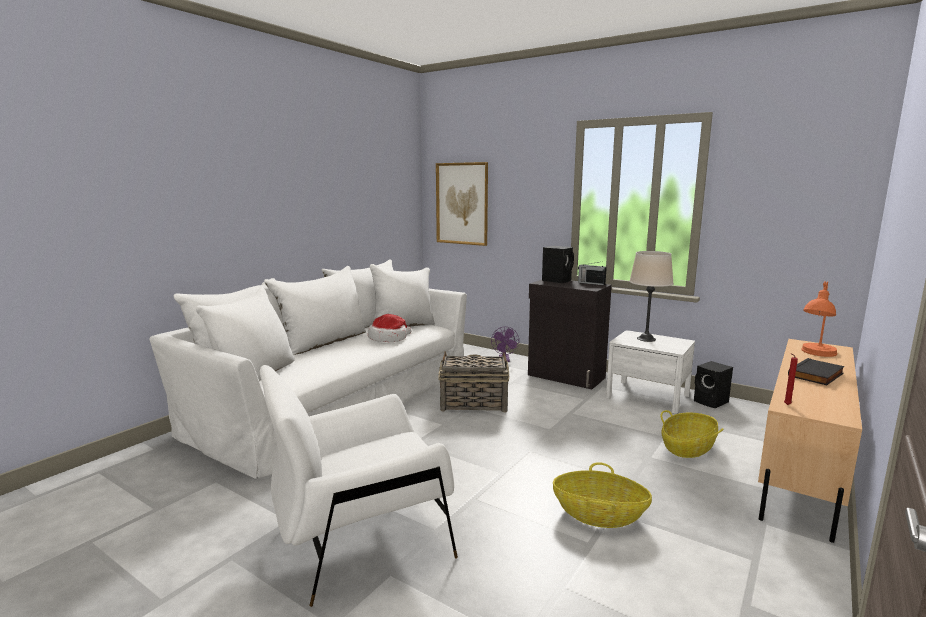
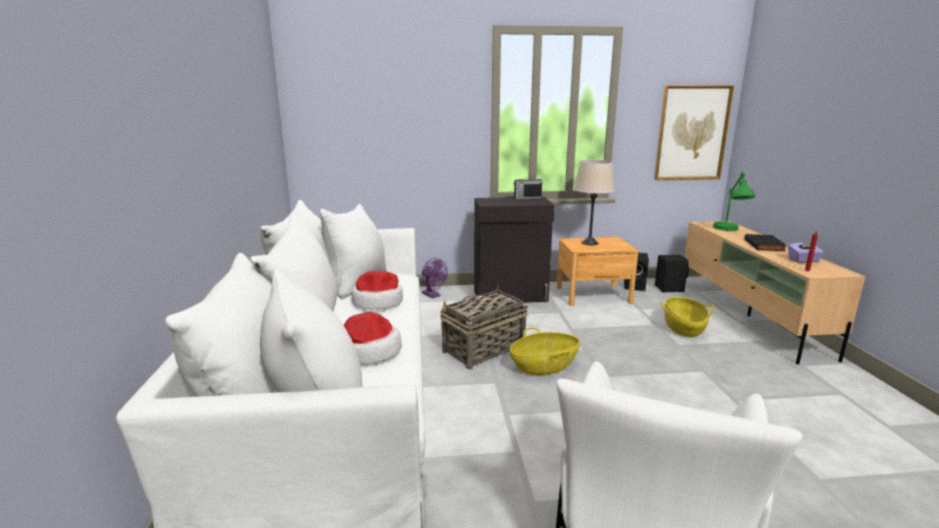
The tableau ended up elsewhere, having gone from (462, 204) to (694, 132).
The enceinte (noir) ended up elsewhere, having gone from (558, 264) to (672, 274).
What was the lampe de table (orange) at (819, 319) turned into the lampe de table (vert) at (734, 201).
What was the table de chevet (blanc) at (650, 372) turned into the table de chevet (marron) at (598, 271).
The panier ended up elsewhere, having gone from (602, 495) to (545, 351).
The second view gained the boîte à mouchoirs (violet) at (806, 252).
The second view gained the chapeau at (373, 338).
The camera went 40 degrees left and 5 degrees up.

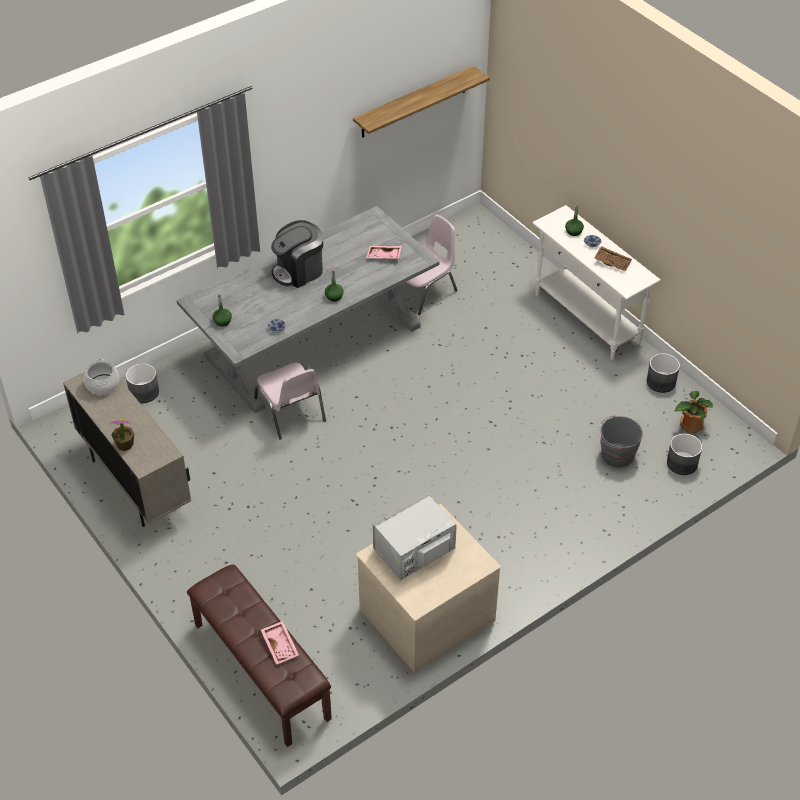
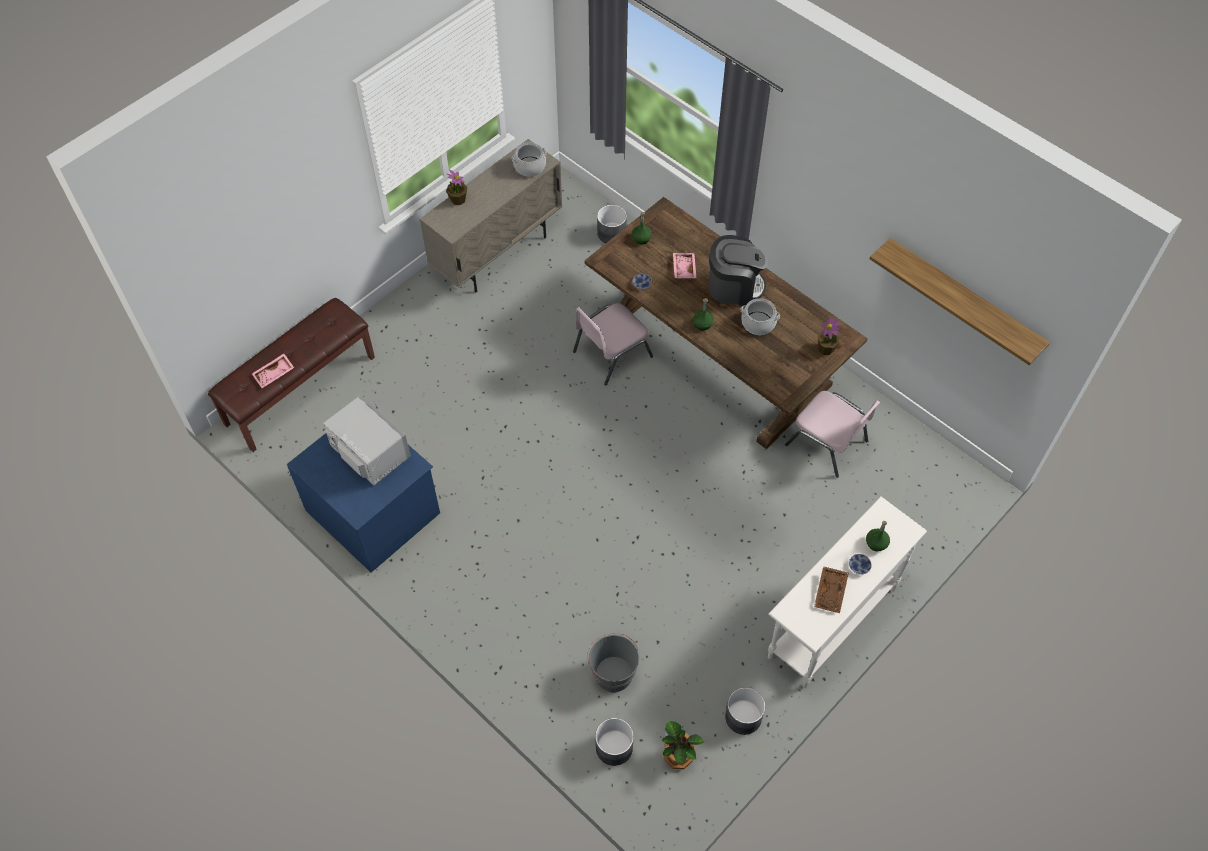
What was the table à manger (gris) at (308, 310) turned into the table à manger (marron) at (726, 323).
The machine à café at (297, 254) ended up facing another way, 135 degrees clockwise from before.
The plateau (rose) ended up elsewhere, having gone from (384, 252) to (685, 266).
What was the commode (beige) at (428, 588) turned into the commode (bleu) at (363, 503).
The second view gained the marmite at (760, 316).
The second view gained the plante en pot at (829, 336).
The camera went 80 degrees right and 10 degrees up.

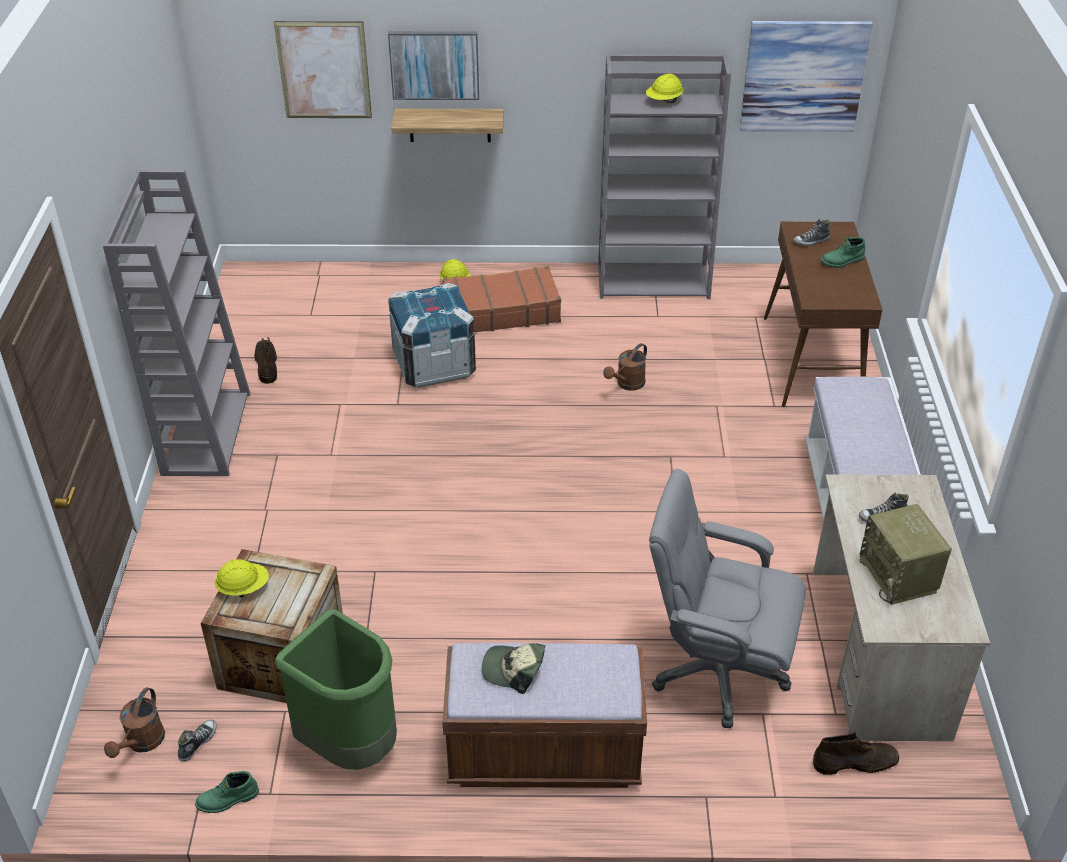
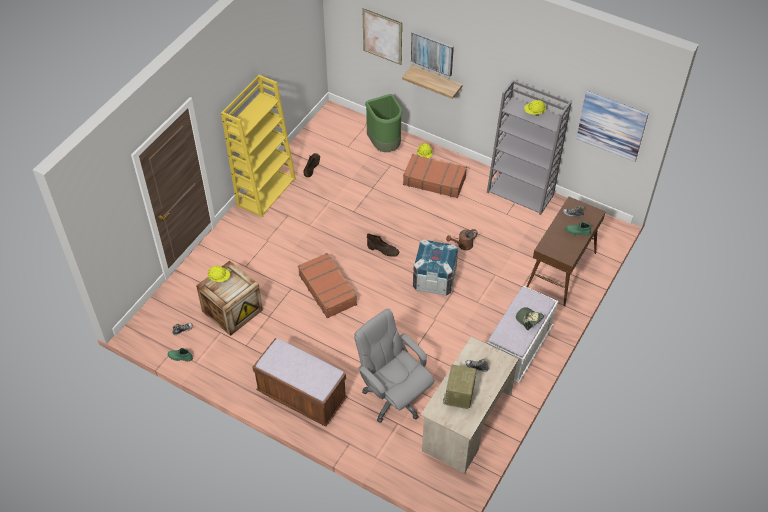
What was the bibliothèque (gris) at (176, 323) turned into the bibliothèque (jaune) at (258, 146).
The caisse ended up elsewhere, having gone from (432, 335) to (435, 267).
The poubelle (vert) ended up elsewhere, having gone from (336, 689) to (384, 123).
The casquette ended up elsewhere, having gone from (513, 668) to (530, 318).
The second view lost the arrosoir (marron) at (134, 722).
The botte (marron) ended up elsewhere, having gone from (856, 753) to (383, 245).
The second view gained the valise (marron) at (327, 285).
The camera went 30 degrees right and 10 degrees up.

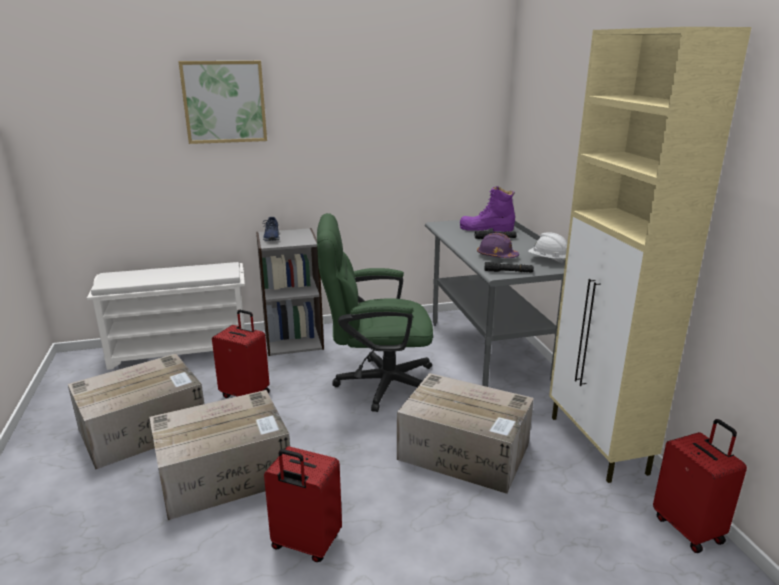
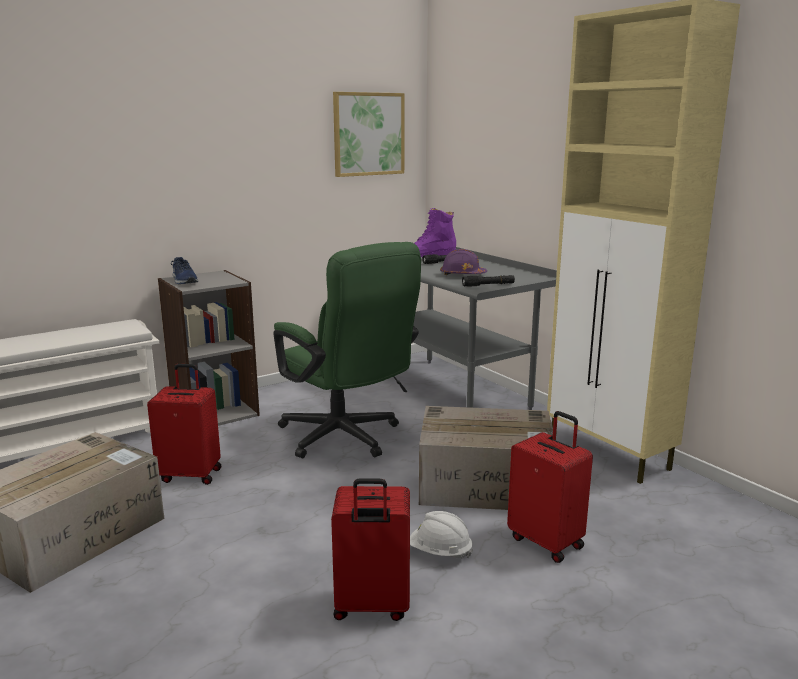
The tableau ended up elsewhere, having gone from (222, 102) to (369, 134).
The chaise de bureau (vert) at (375, 312) ended up facing another way, 105 degrees counterclockwise from before.
The casque de chantier (blanc) ended up elsewhere, having gone from (547, 247) to (441, 535).
The second view lost the carton at (219, 455).
The valise (rouge) ended up elsewhere, having gone from (700, 486) to (550, 487).
The camera went 20 degrees left and 5 degrees down.

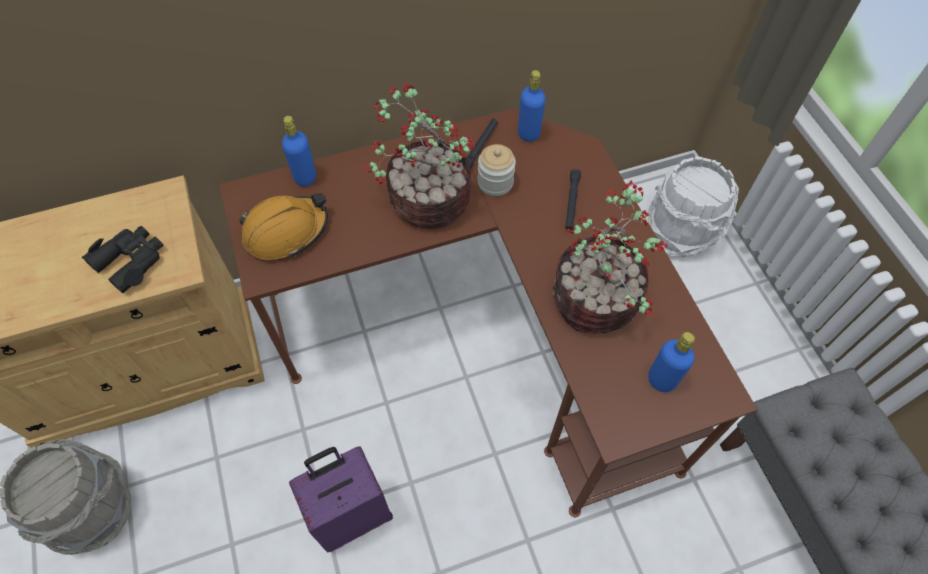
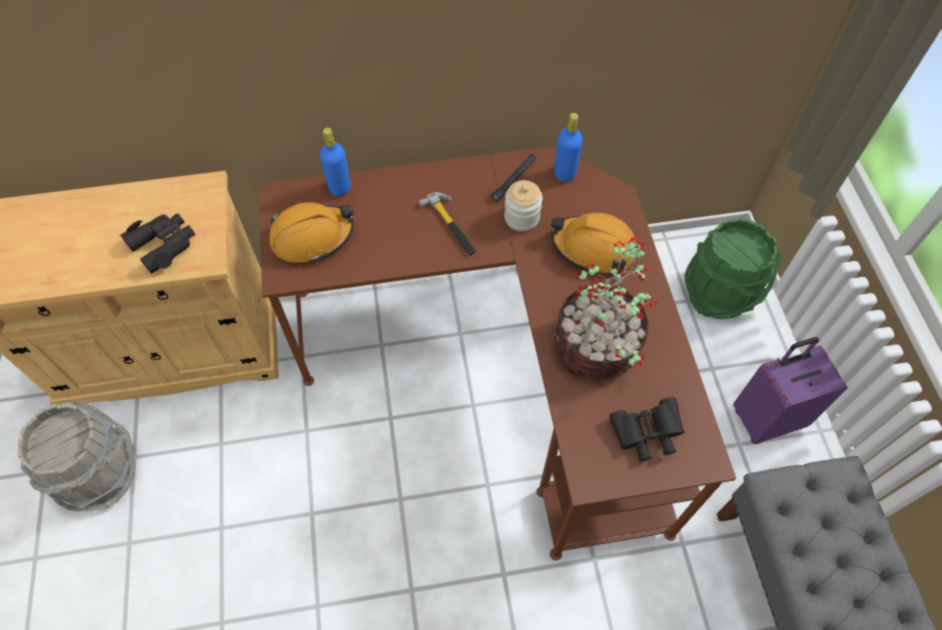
Where the plante en pot stood at (419, 156), the marteau came to stand at (447, 223).
What was the seau (blanc) at (692, 206) turned into the seau (vert) at (733, 268).
Where the lampe de poche (noir) stood at (573, 199), the casque de chantier (orange) came to stand at (593, 243).
Where the bouteille (bleu) stood at (671, 362), the jumelles (noir) came to stand at (646, 429).
The valise (violet) ended up elsewhere, having gone from (341, 499) to (790, 390).
The camera went 10 degrees right and 0 degrees up.

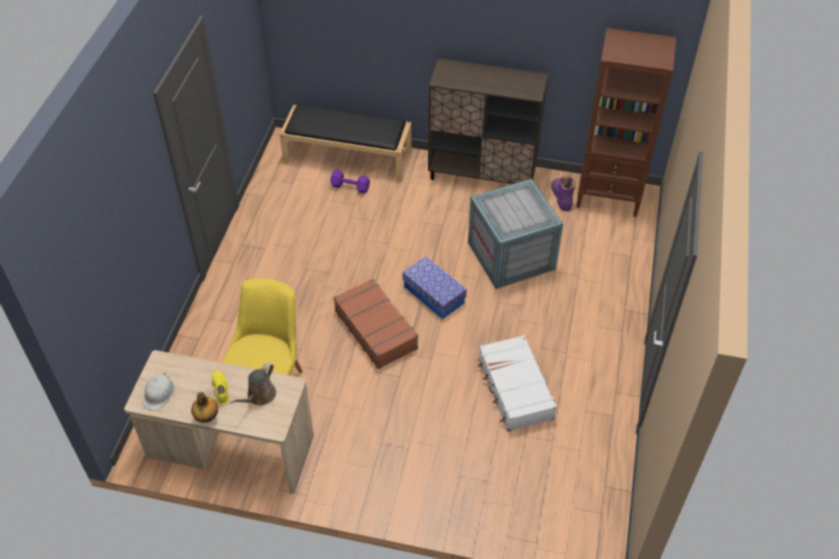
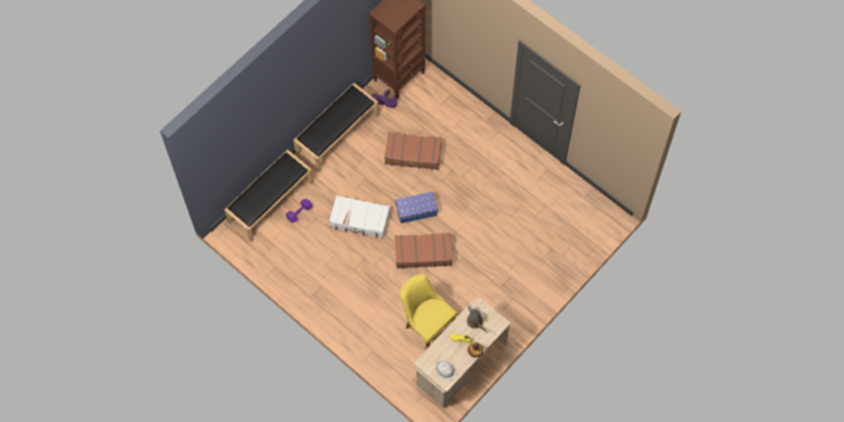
Where the meuble de rangement (marron) stood at (488, 121), the banc (noir) came to stand at (336, 128).
Where the caisse stood at (515, 234), the valise (marron) came to stand at (413, 151).
The valise (blanc) ended up elsewhere, having gone from (517, 383) to (359, 216).
The camera went 60 degrees left and 15 degrees up.

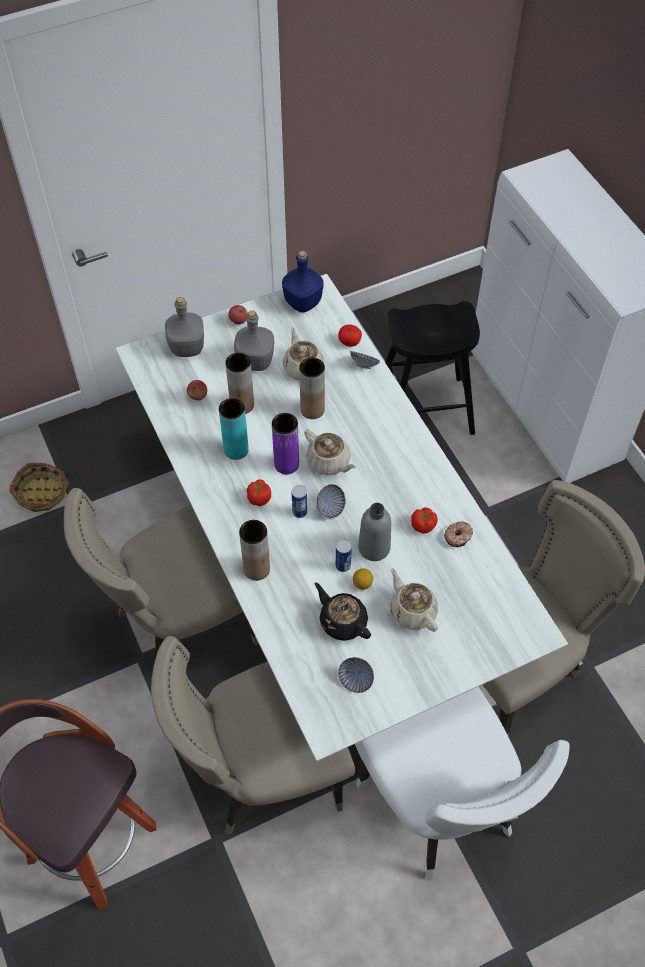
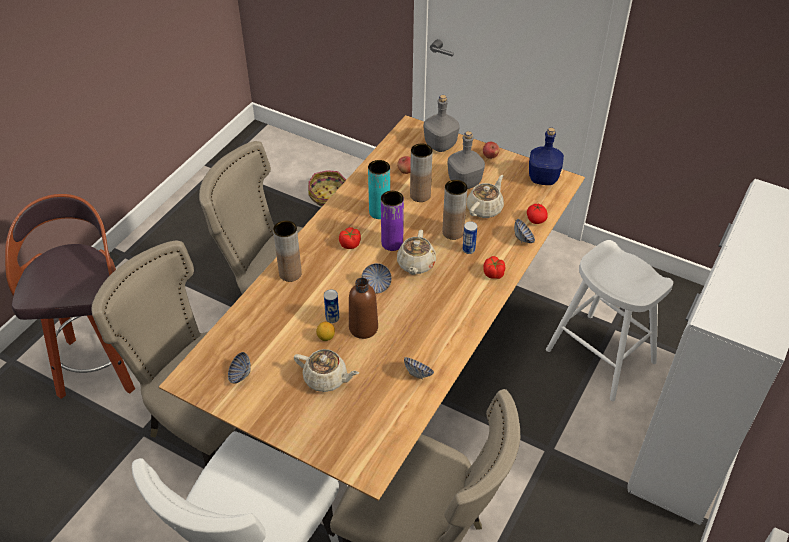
What was the table à manger (blanc) at (341, 517) turned into the table à manger (marron) at (372, 308).
What was the tabouret (noir) at (432, 368) turned into the tabouret (blanc) at (609, 320).
The boîte métallique ended up elsewhere, having gone from (299, 501) to (470, 237).
What was the bouteille (gris) at (374, 532) turned into the bouteille (marron) at (363, 308).
The tomate ended up elsewhere, having gone from (424, 520) to (494, 267).
Where the beignet stood at (458, 534), the bol came to stand at (419, 368).
The théière (beige) at (414, 600) ended up facing another way, 90 degrees clockwise from before.
The second view lost the théière (noir) at (342, 611).
The camera went 55 degrees right and 10 degrees down.

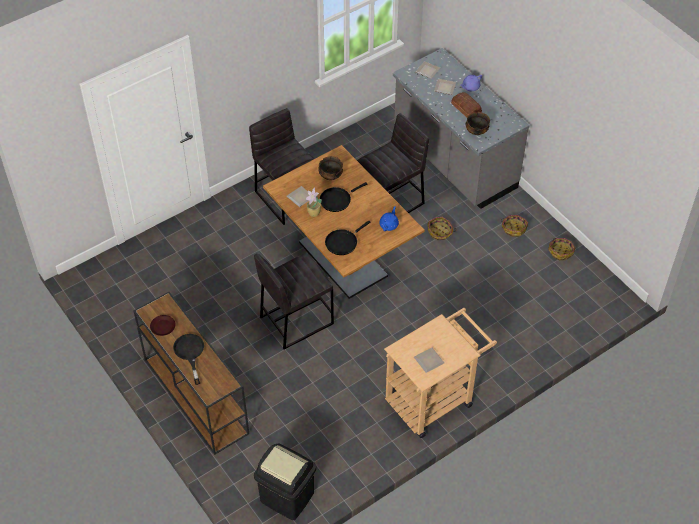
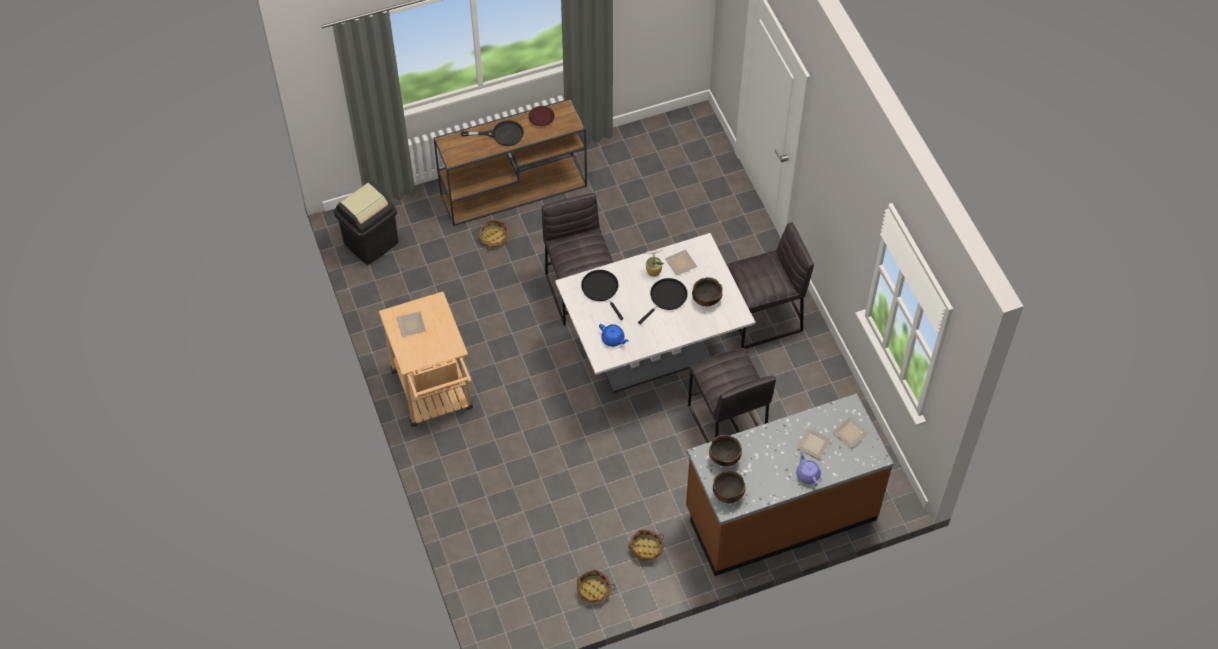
What was the comptoir de cuisine (gris) at (461, 128) turned into the comptoir de cuisine (marron) at (790, 484).
The second view lost the pain at (466, 104).
What was the table à manger (marron) at (344, 222) turned into the table à manger (blanc) at (655, 313).
The poêle (noir) at (343, 197) ended up facing another way, 60 degrees clockwise from before.
The panier ended up elsewhere, having gone from (441, 228) to (493, 235).
The second view gained the bol at (729, 486).
The camera went 105 degrees right and 5 degrees up.

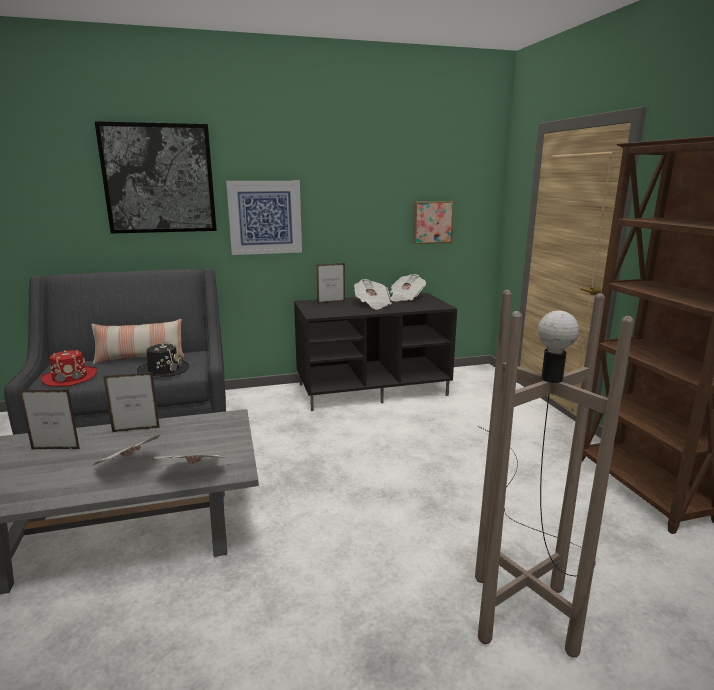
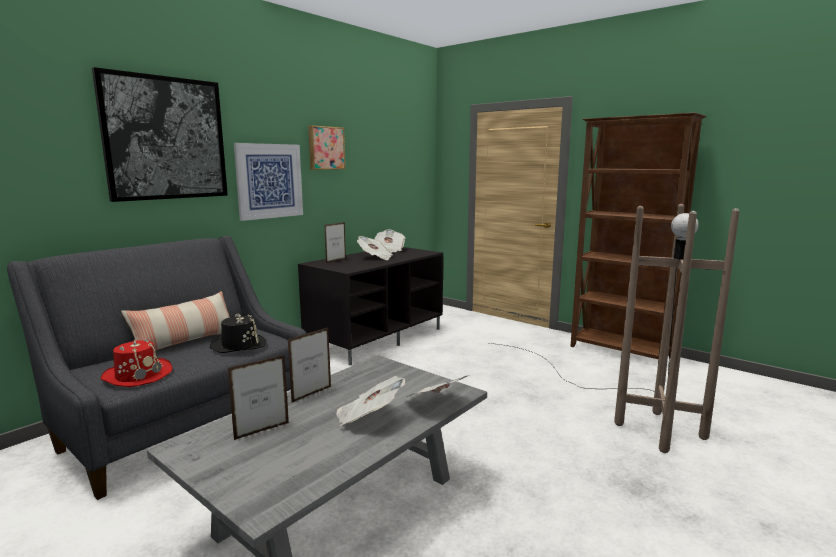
The tableau ended up elsewhere, having gone from (433, 222) to (326, 147).
The camera went 35 degrees left and 5 degrees down.

